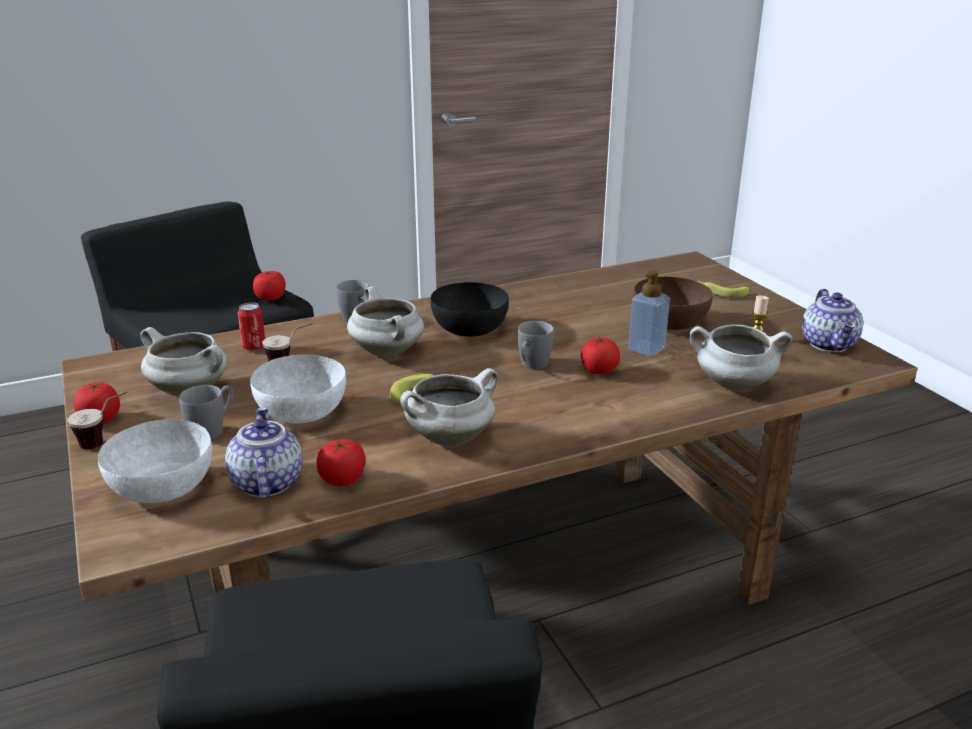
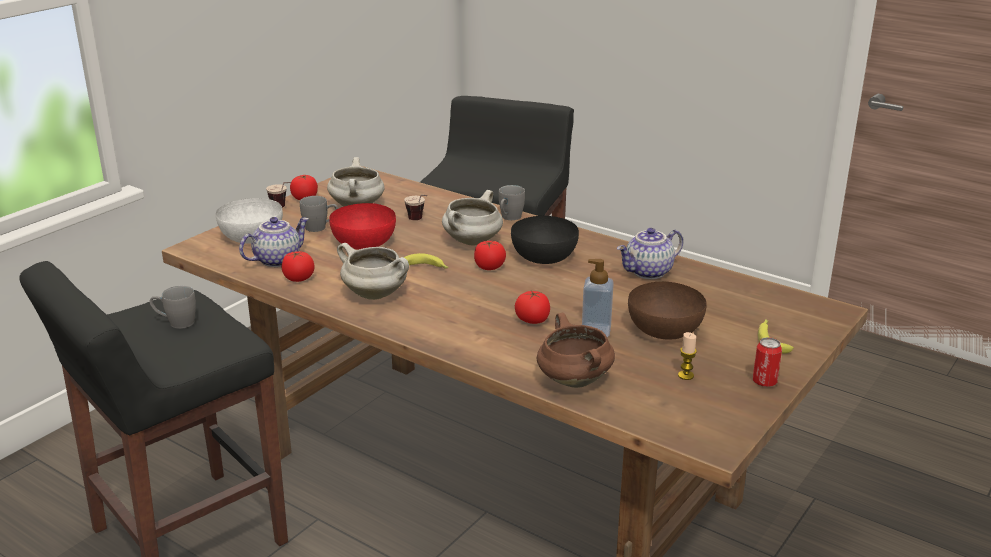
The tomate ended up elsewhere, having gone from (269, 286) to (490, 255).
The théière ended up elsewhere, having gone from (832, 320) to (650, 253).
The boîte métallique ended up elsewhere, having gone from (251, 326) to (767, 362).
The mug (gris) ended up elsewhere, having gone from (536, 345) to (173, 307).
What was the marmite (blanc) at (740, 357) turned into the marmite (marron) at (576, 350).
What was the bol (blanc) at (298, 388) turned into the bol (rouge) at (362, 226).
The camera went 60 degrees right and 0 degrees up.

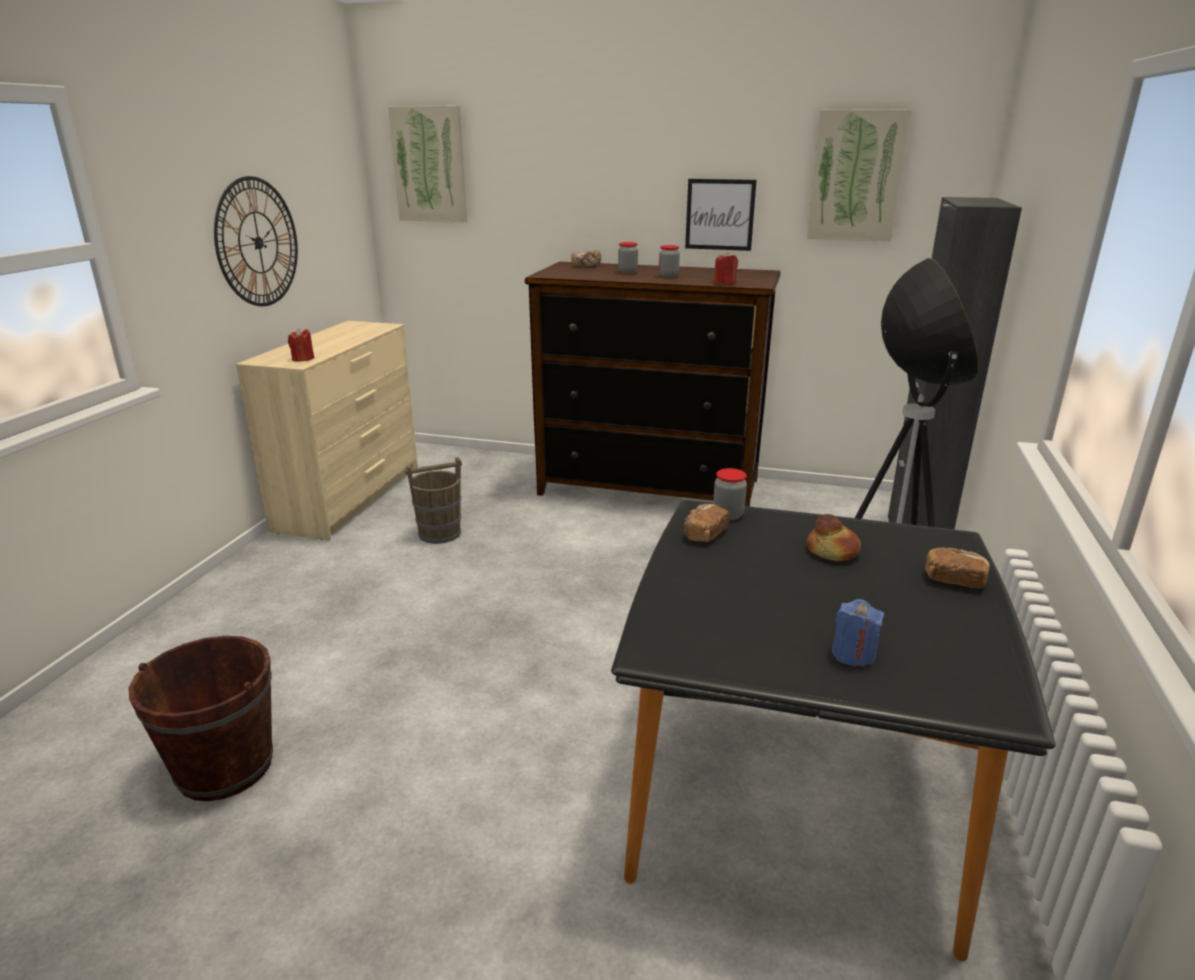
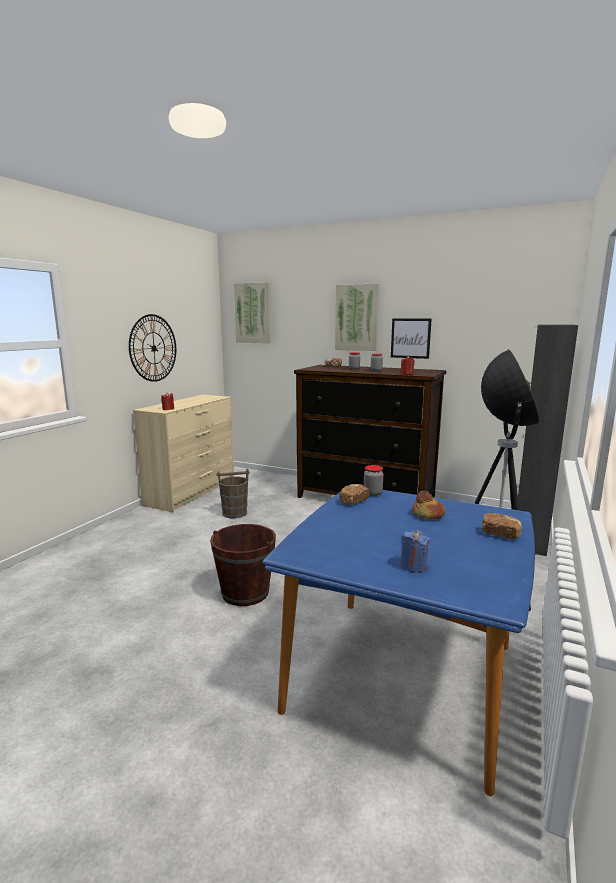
The tableau ended up elsewhere, having gone from (859, 175) to (357, 317).
What was the table à manger (noir) at (833, 730) turned into the table à manger (bleu) at (398, 643).
The seau (marron) ended up elsewhere, having gone from (200, 718) to (243, 565).
The camera went 10 degrees right and 10 degrees down.

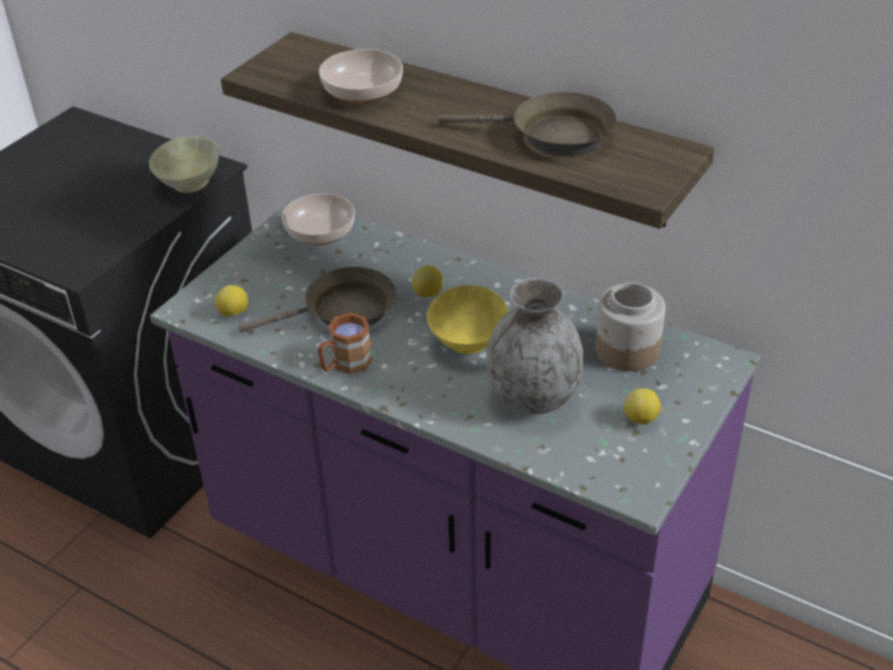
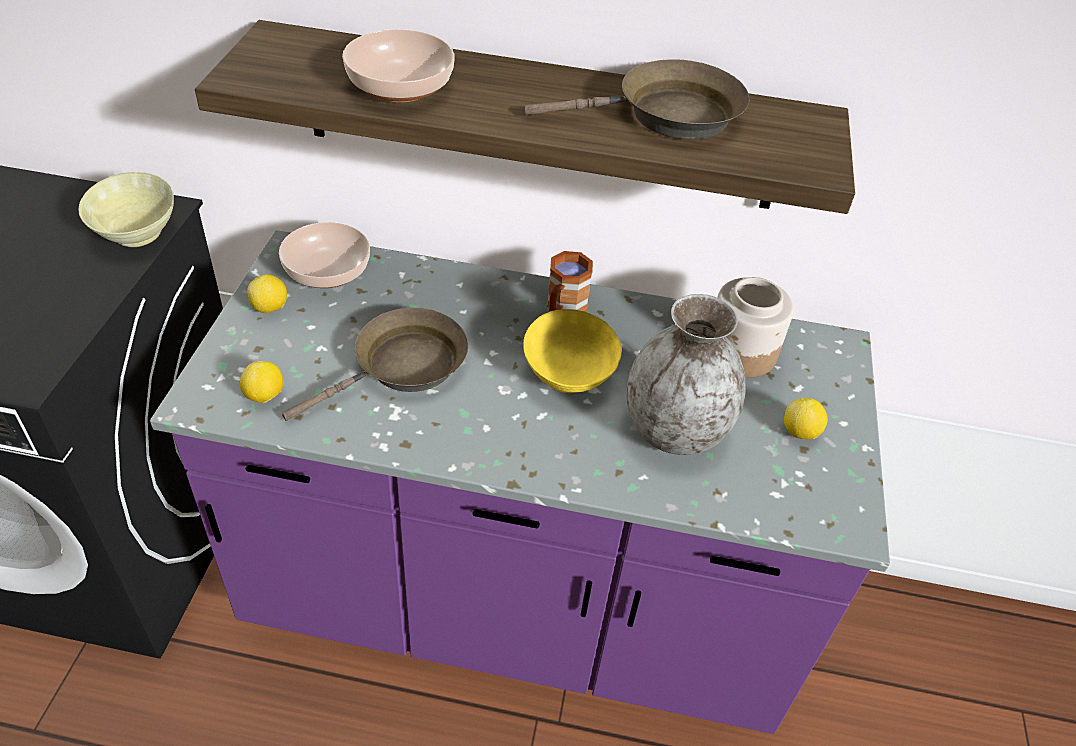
The citron ended up elsewhere, having gone from (428, 281) to (267, 293).
The mug (marron) ended up elsewhere, having gone from (345, 343) to (570, 281).
The camera went 25 degrees left and 5 degrees up.

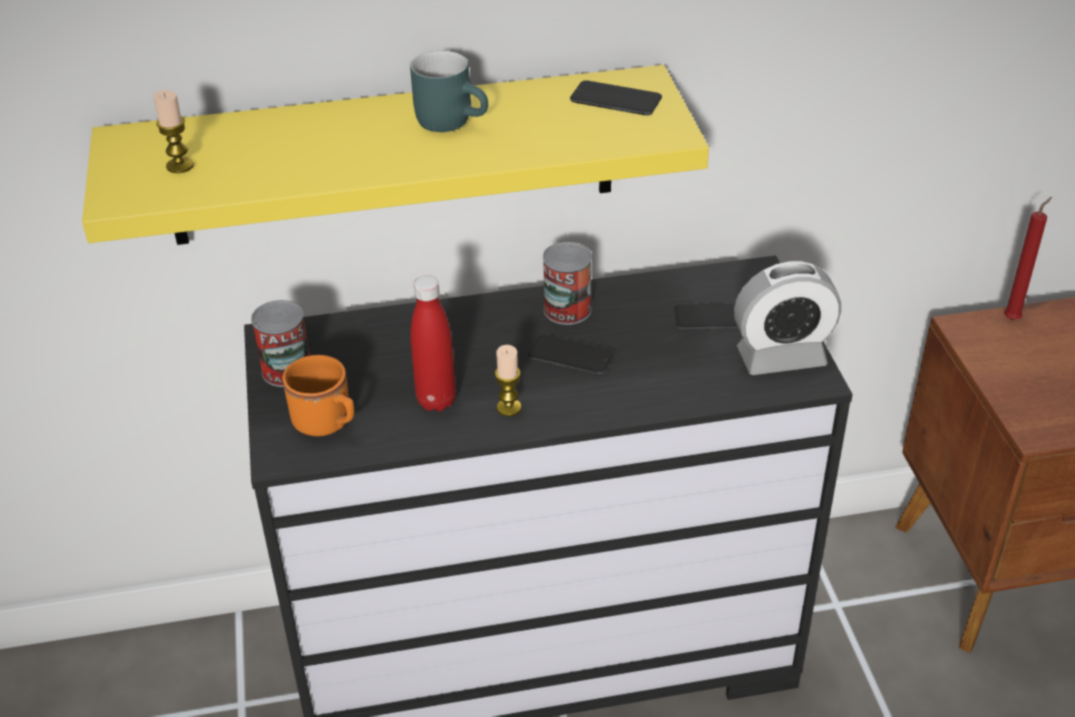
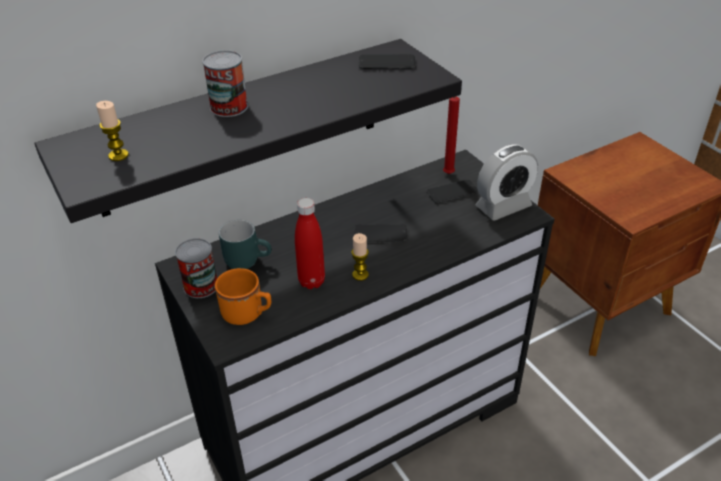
The mug (turquoise) ended up elsewhere, having gone from (449, 91) to (245, 244).
What was the étagère (jaune) at (395, 155) turned into the étagère (noir) at (248, 131).
The bougie (rouge) ended up elsewhere, having gone from (1028, 258) to (451, 135).
The boîte métallique ended up elsewhere, having gone from (567, 283) to (225, 83).
The camera went 20 degrees left and 0 degrees up.

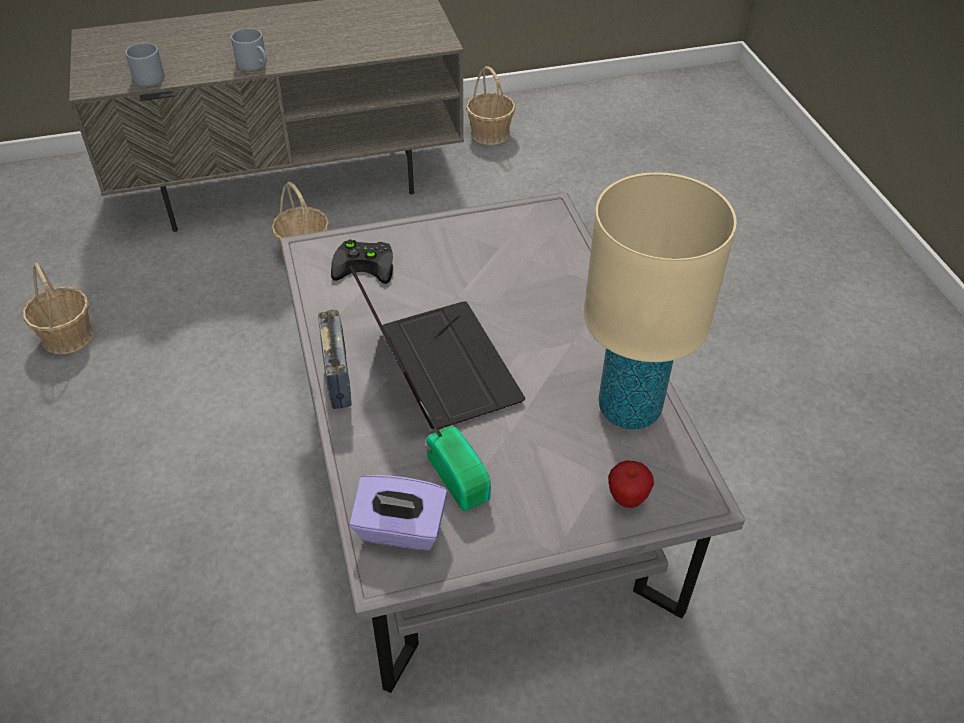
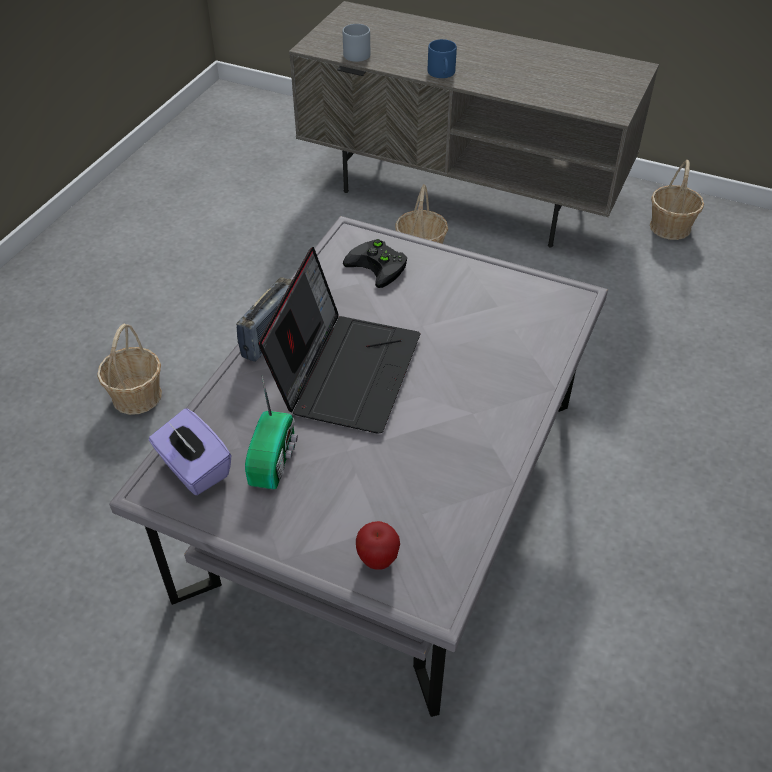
What was the mug (gris) at (249, 49) turned into the mug (bleu) at (442, 58).
The second view lost the lampe de table (beige) at (660, 300).
The panier ended up elsewhere, having gone from (58, 308) to (129, 369).
The camera went 40 degrees right and 0 degrees up.

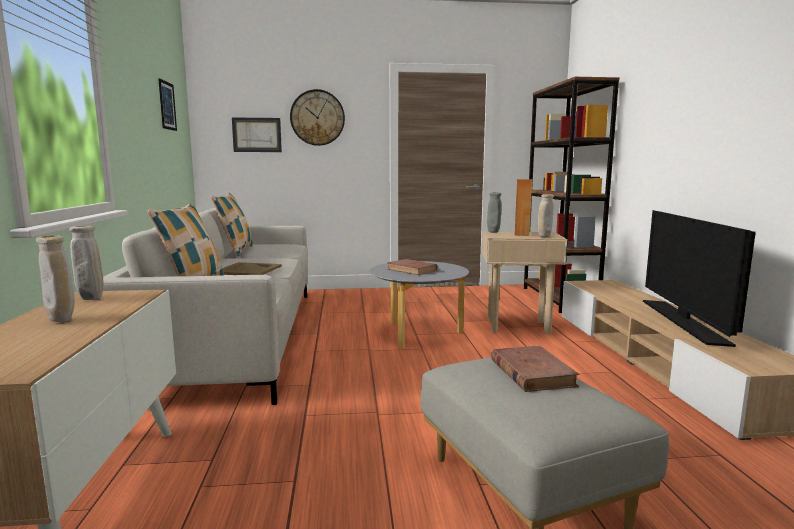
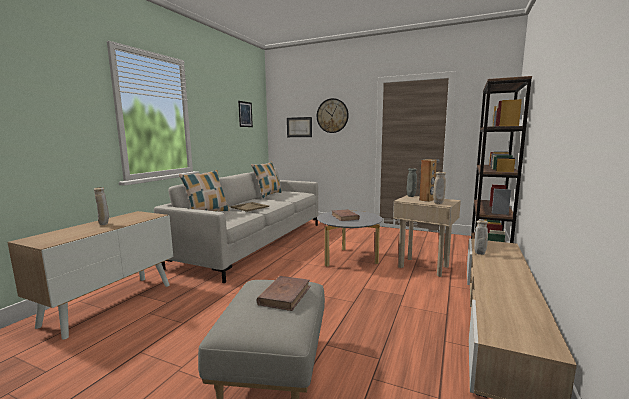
The second view lost the téléviseur at (699, 278).
The vase (beige) ended up elsewhere, having gone from (86, 263) to (481, 237).
The camera went 30 degrees right and 0 degrees up.

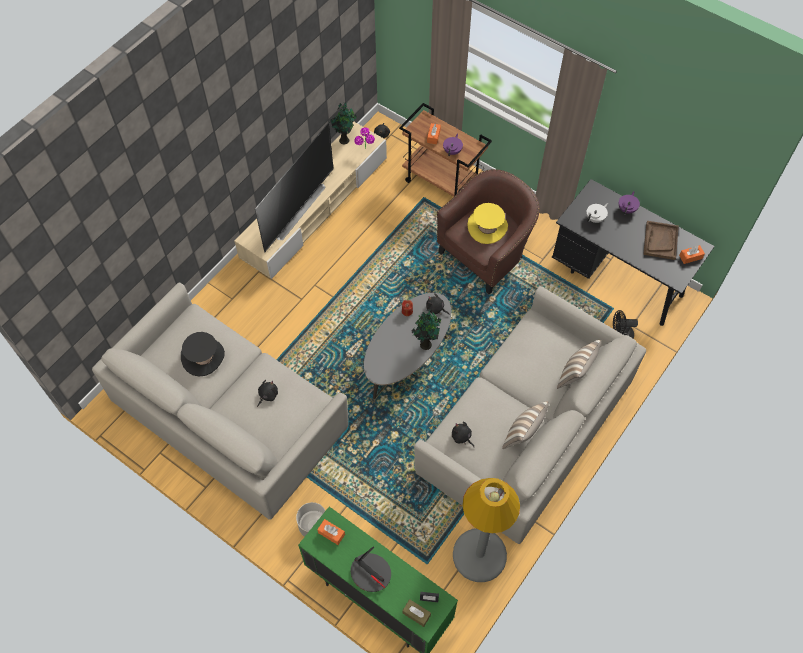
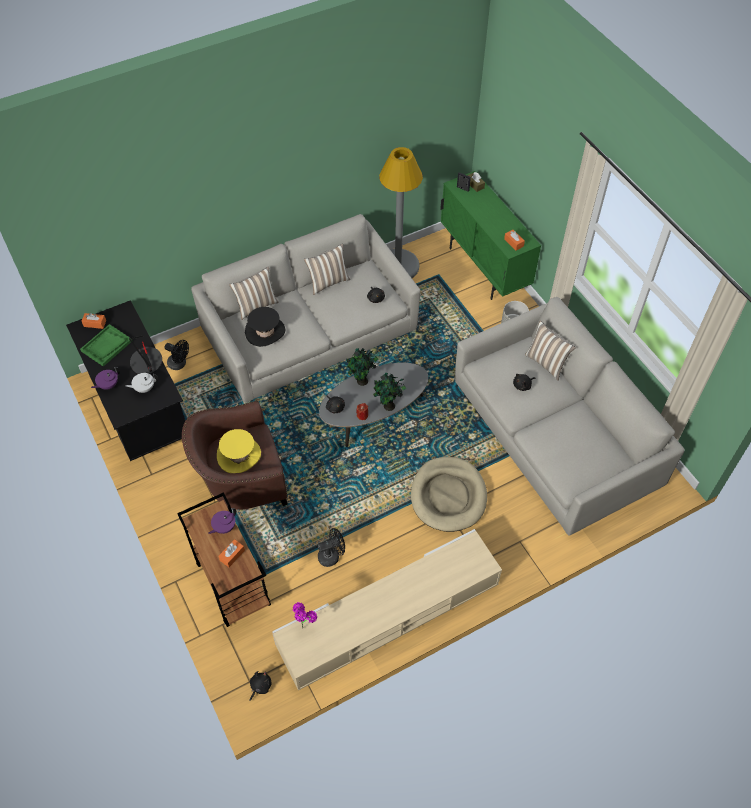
The plante en pot ended up elsewhere, having gone from (342, 123) to (389, 392).
The second view lost the téléviseur at (294, 187).
What was the plateau (marron) at (661, 240) turned into the plateau (vert) at (106, 345).
The chapeau (noir) ended up elsewhere, having gone from (203, 354) to (265, 327).
The lampe de table ended up elsewhere, having gone from (371, 569) to (145, 355).
The second view gained the coussin at (550, 351).
The second view gained the panier pour chien (beige) at (449, 494).
The second view gained the ventilateur (noir) at (331, 547).
The camera went 155 degrees left and 5 degrees down.

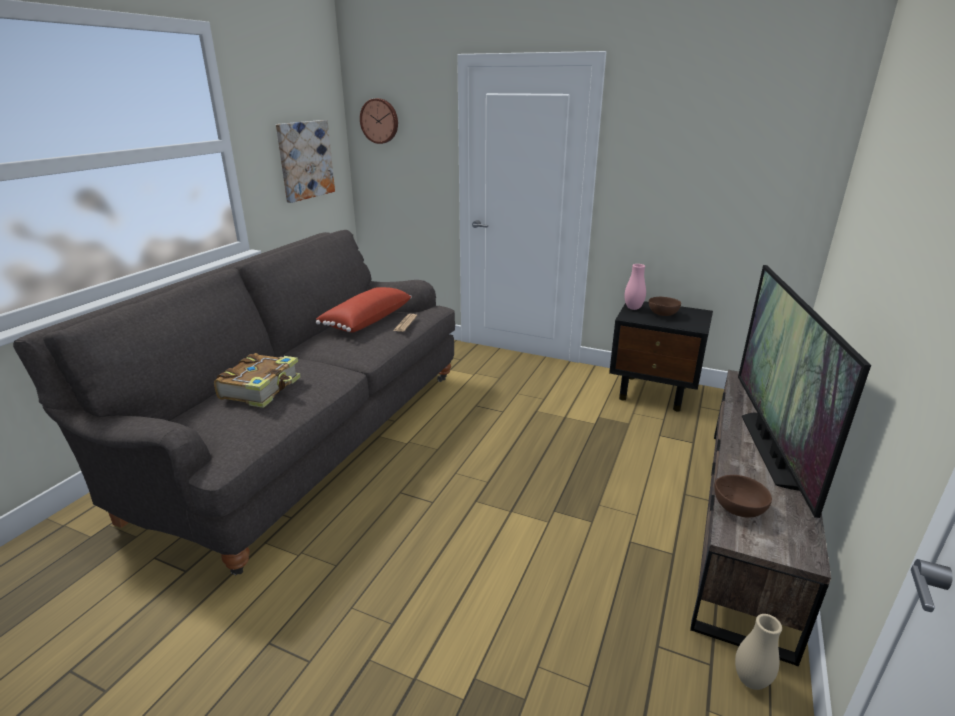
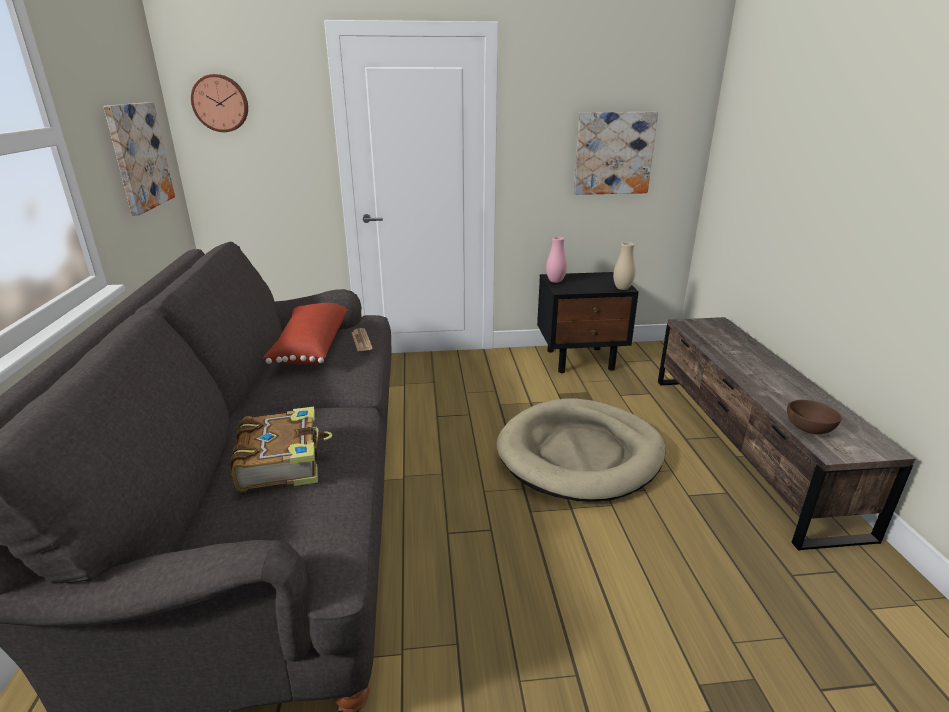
The second view lost the téléviseur at (804, 391).
The second view lost the bol (marron) at (665, 306).
The vase (beige) ended up elsewhere, having gone from (758, 652) to (624, 266).
The second view gained the tableau at (616, 153).
The second view gained the panier pour chien (beige) at (581, 450).
The camera went 30 degrees left and 0 degrees up.

